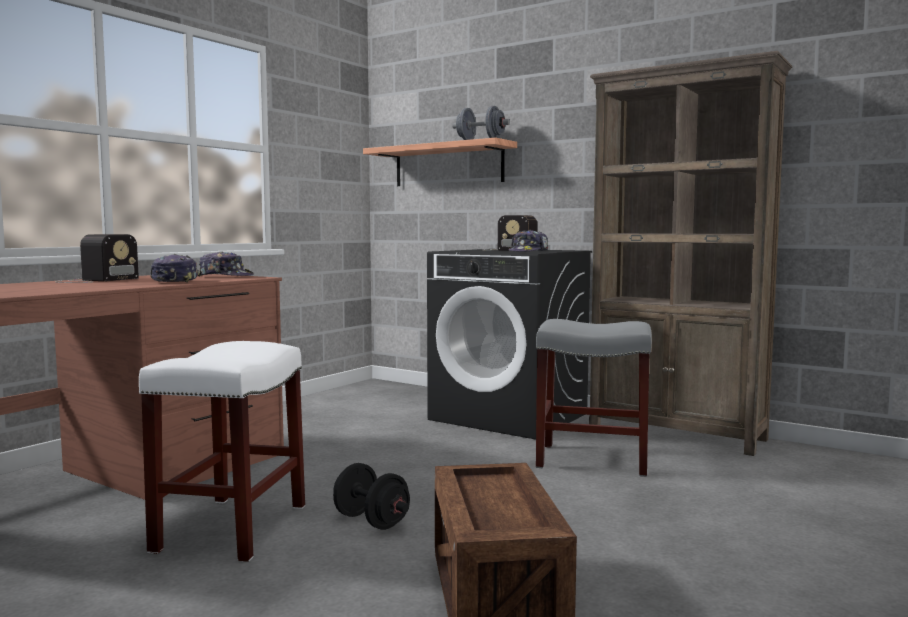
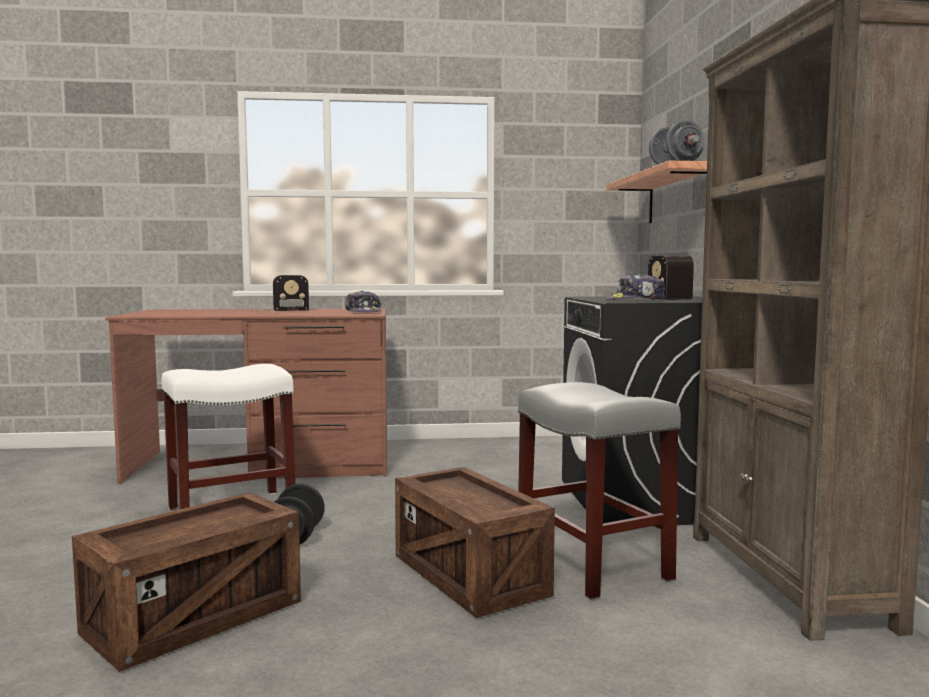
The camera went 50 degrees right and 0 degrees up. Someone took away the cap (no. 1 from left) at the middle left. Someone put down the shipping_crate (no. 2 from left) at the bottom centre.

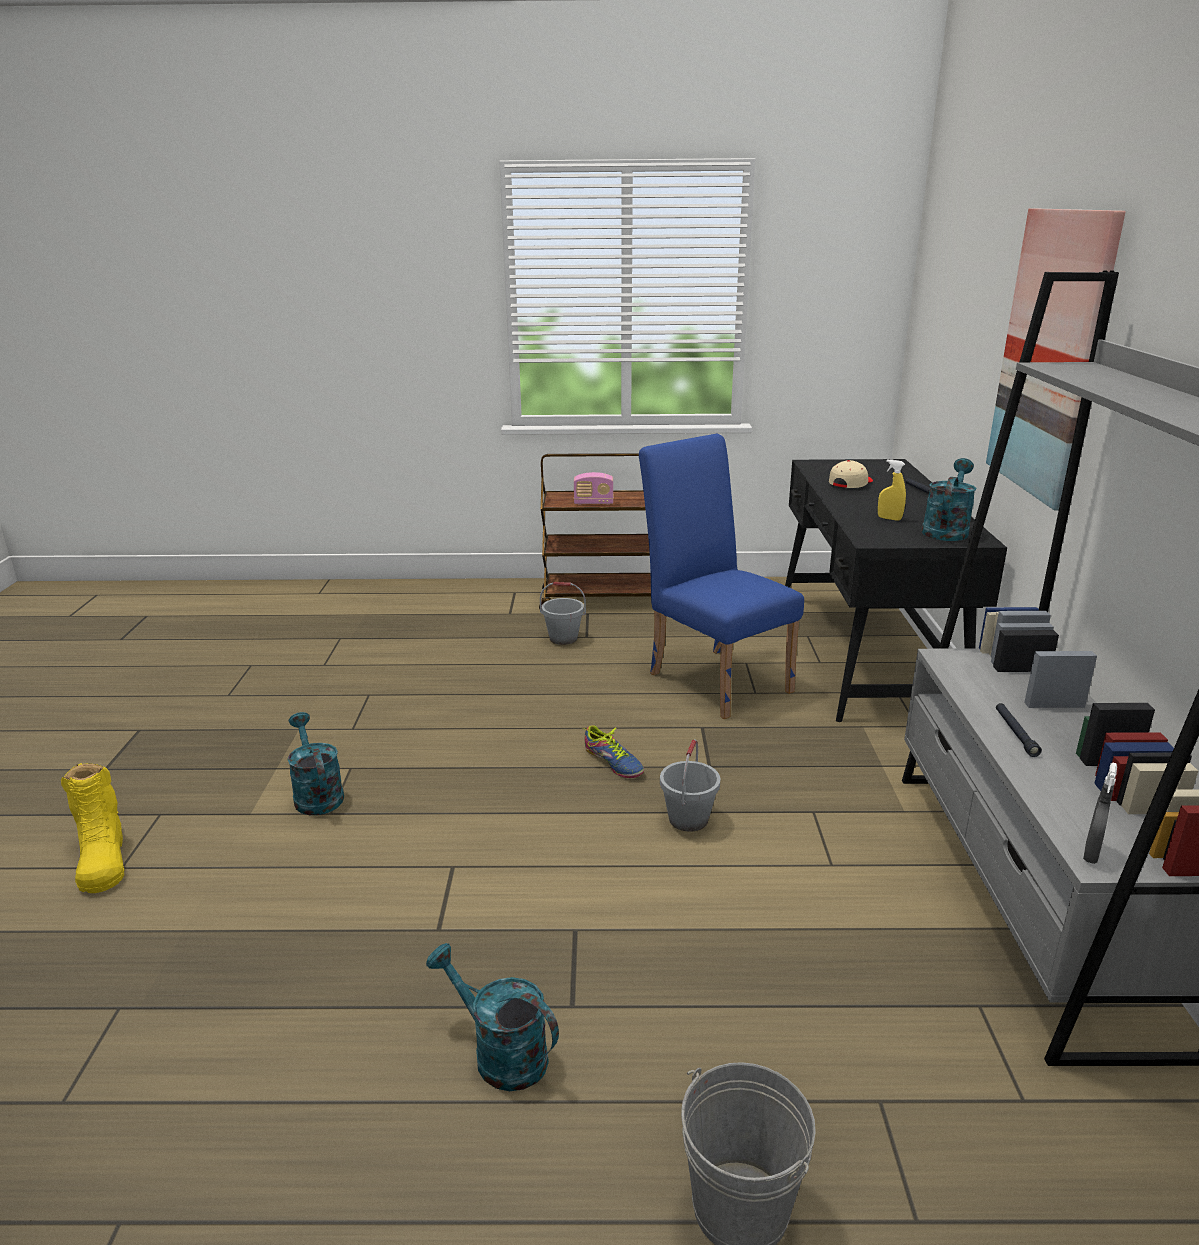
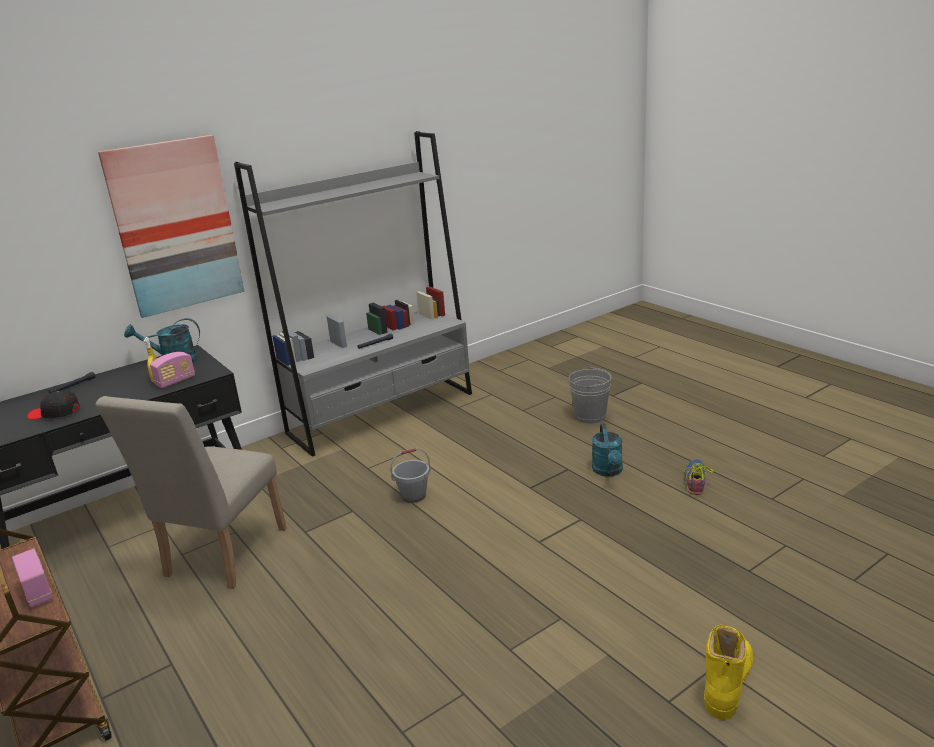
The camera went 125 degrees left and 0 degrees up. Someone took away the turquoise_watering_pot (no. 1 from left) at the middle left. Someone took away the greyish_bucket (no. 1 from left) at the centre. Someone took away the greyish_sprayer at the middle right. Someone put down the radio_receiver (no. 2 from left) at the middle left. Someone carried the low_shoe from the centre to the middle right. Someone repainted the blue_chair at the centre, which became the beige_chair at the middle left. Someone repainted the beige_cap at the middle right, which became the black_cap at the middle left.

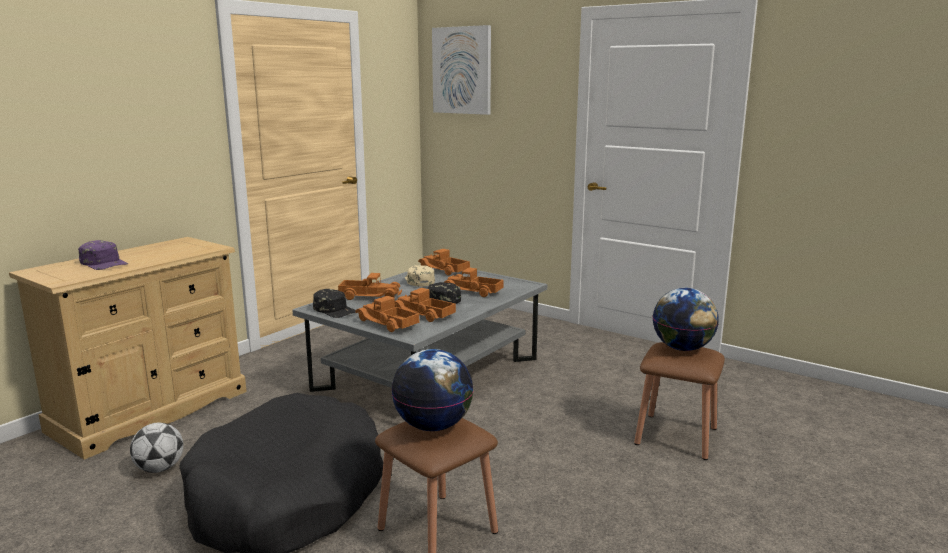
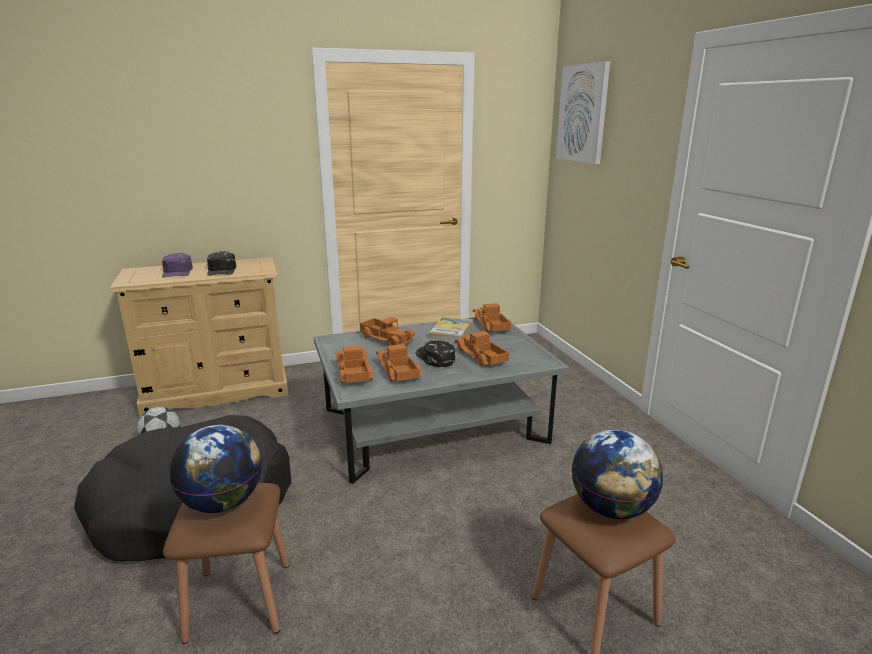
The camera went 35 degrees right and 5 degrees up. Someone carried the black_cap (no. 1 from left) from the centre to the middle left. Someone swapped the beige_cap at the centre for the bound_book at the centre.

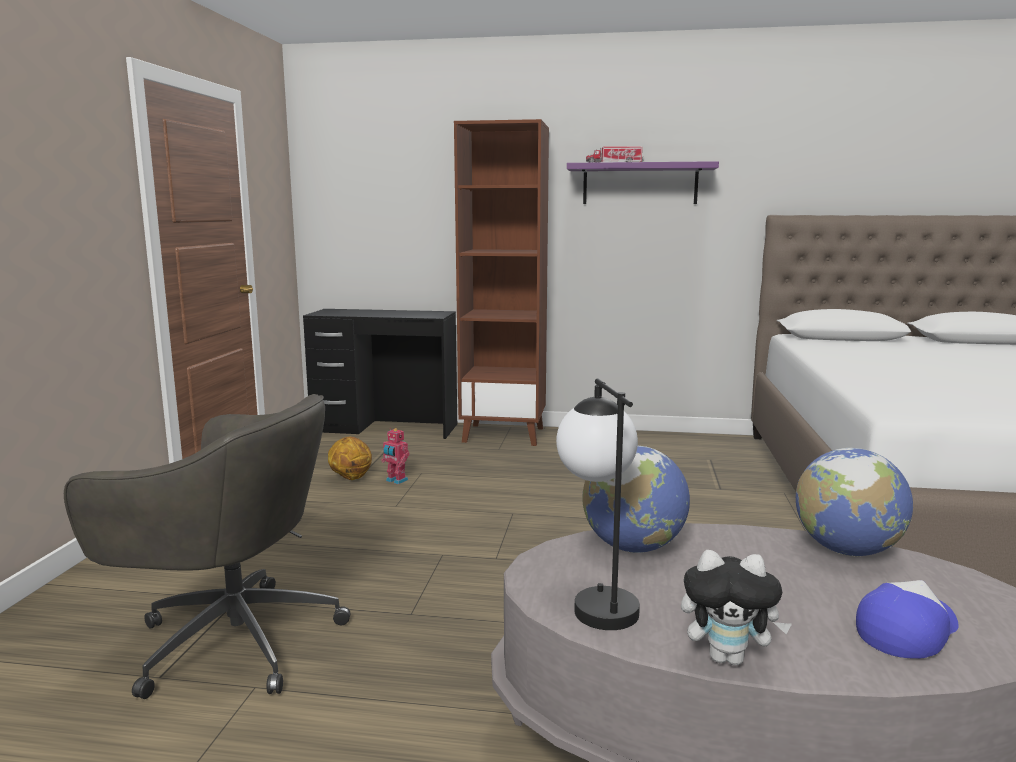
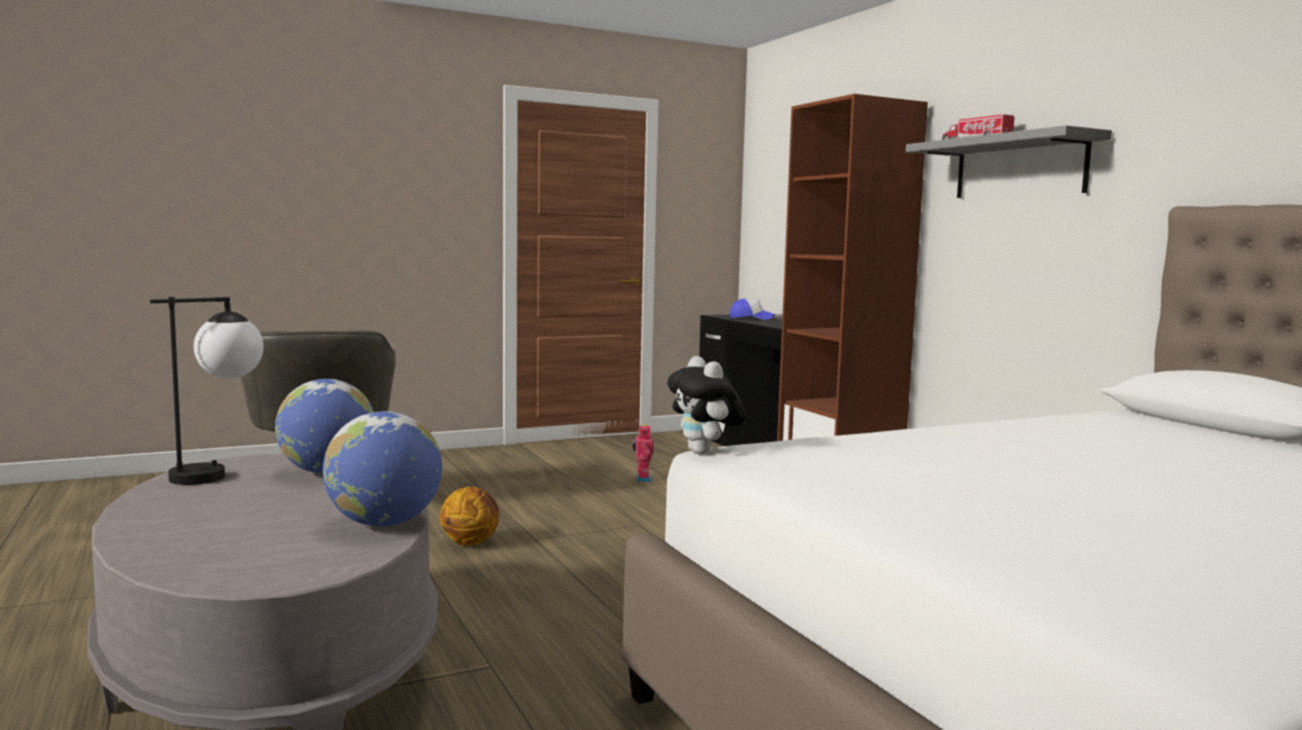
The camera went 55 degrees right and 5 degrees down. Someone carried the basketball_ball from the centre to the bottom centre. Someone carried the plush_toy from the bottom right to the centre. Someone carried the cap from the bottom right to the centre. Someone repainted the purple_shelf at the top centre, which became the greyish_shelf at the top right.

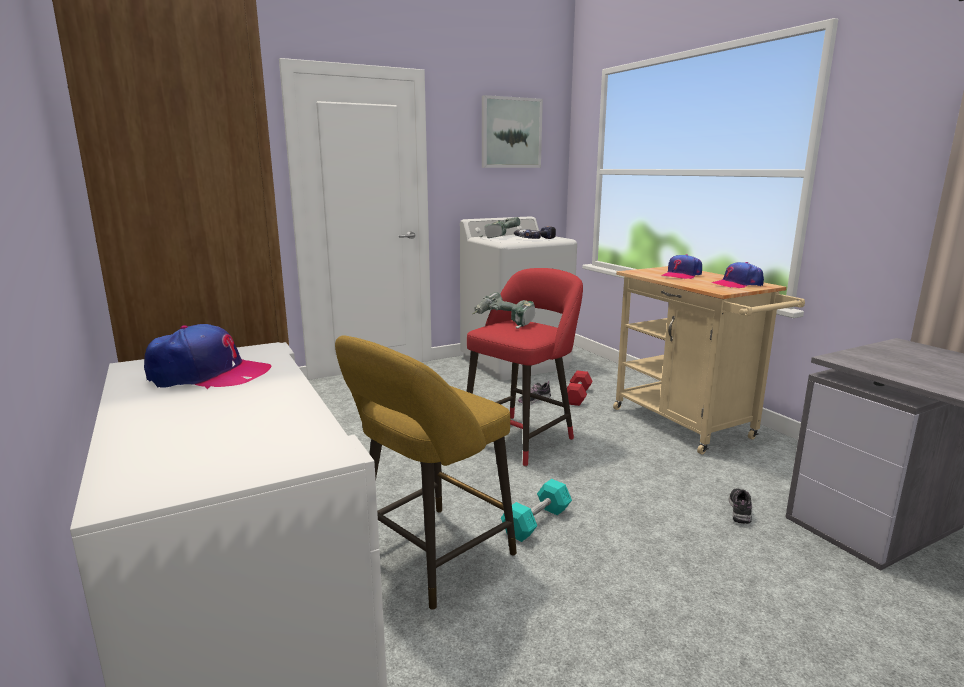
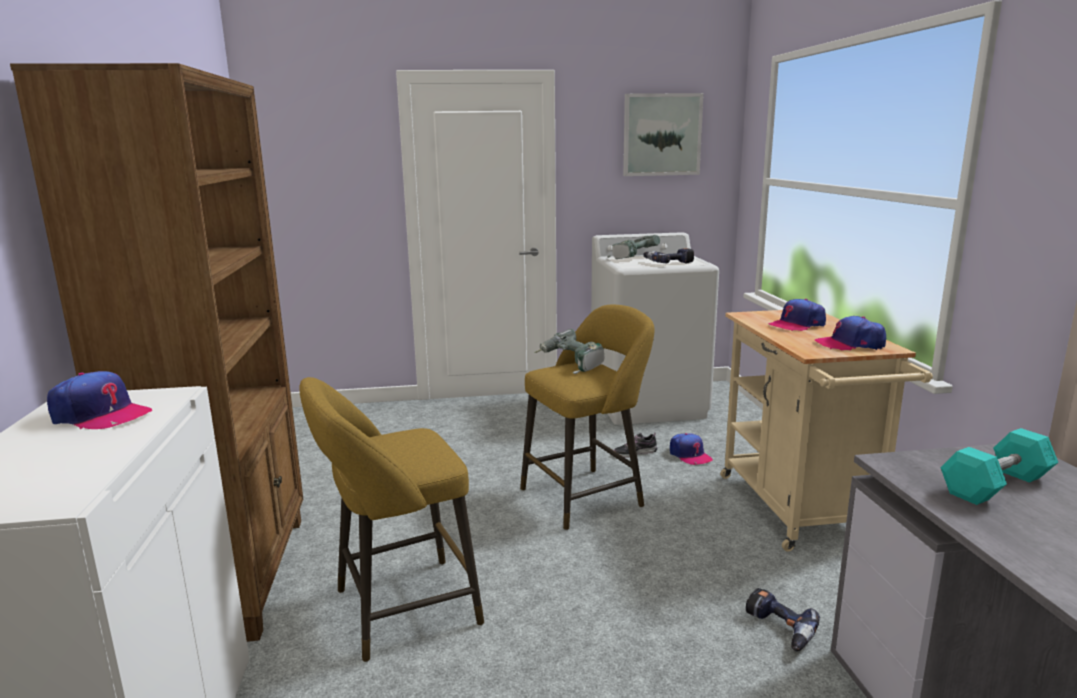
The camera went 20 degrees right and 0 degrees up. Someone carried the turquoise_dumbbell from the bottom centre to the bottom right. Someone swapped the red-coloured_dumbbell at the centre for the cap (no. 2 from left) at the centre. Someone swapped the low_shoe (no. 2 from left) at the bottom right for the drill (no. 4 from left) at the bottom right. Someone repainted the red-coloured_sitting_stool at the centre, which became the yellow-coloured_sitting_stool (no. 2 from left) at the centre.

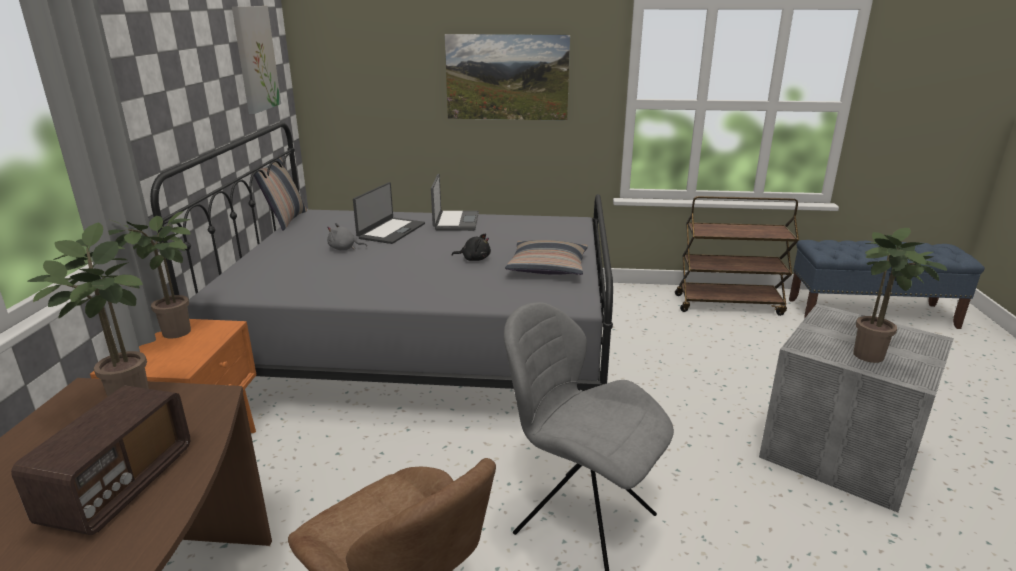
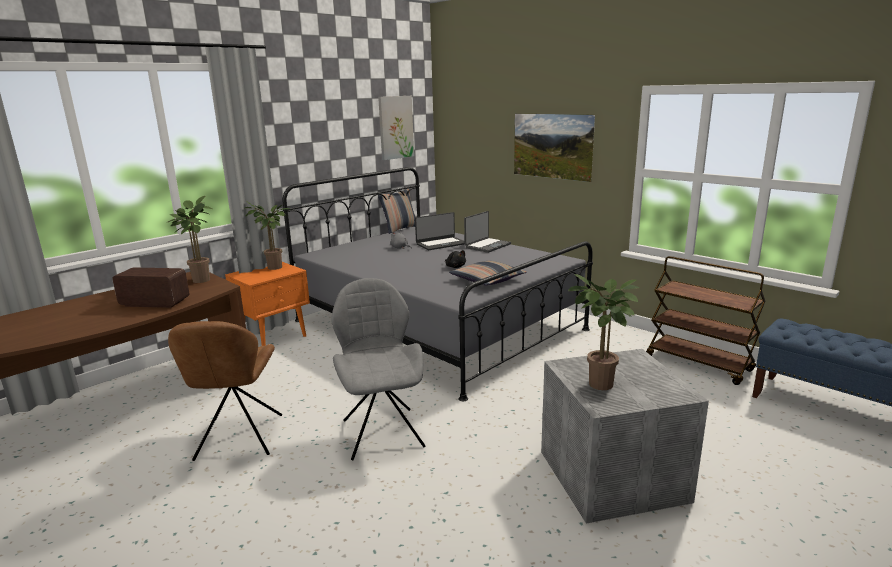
The camera went 40 degrees right and 5 degrees down. Someone rotated the radio_receiver at the bottom left by 135 degrees counterclockwise.

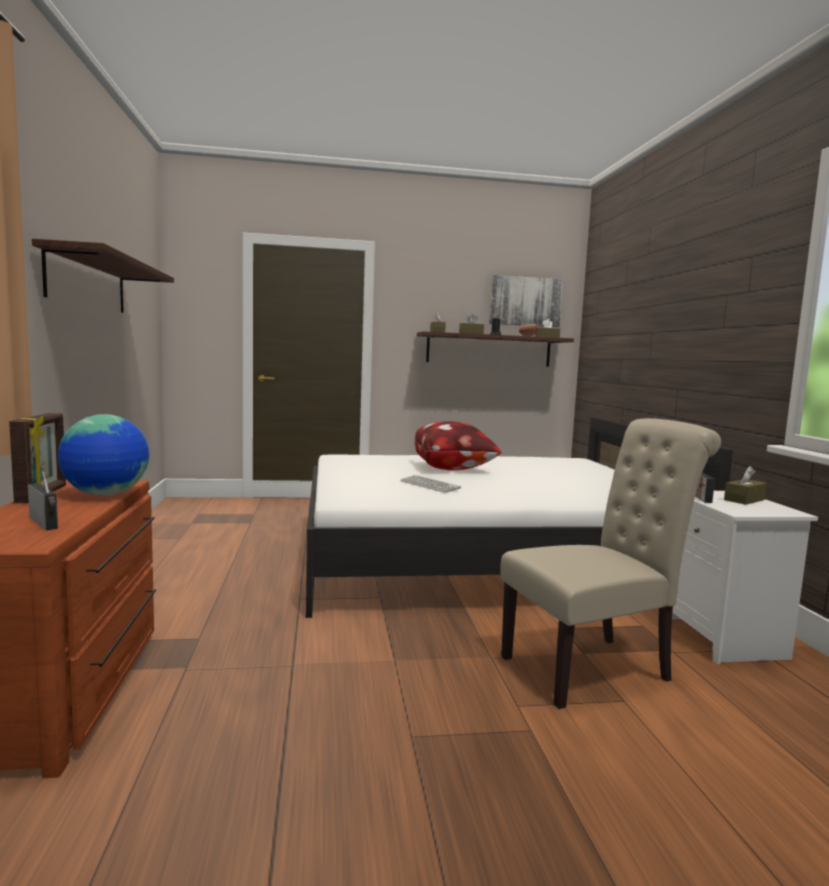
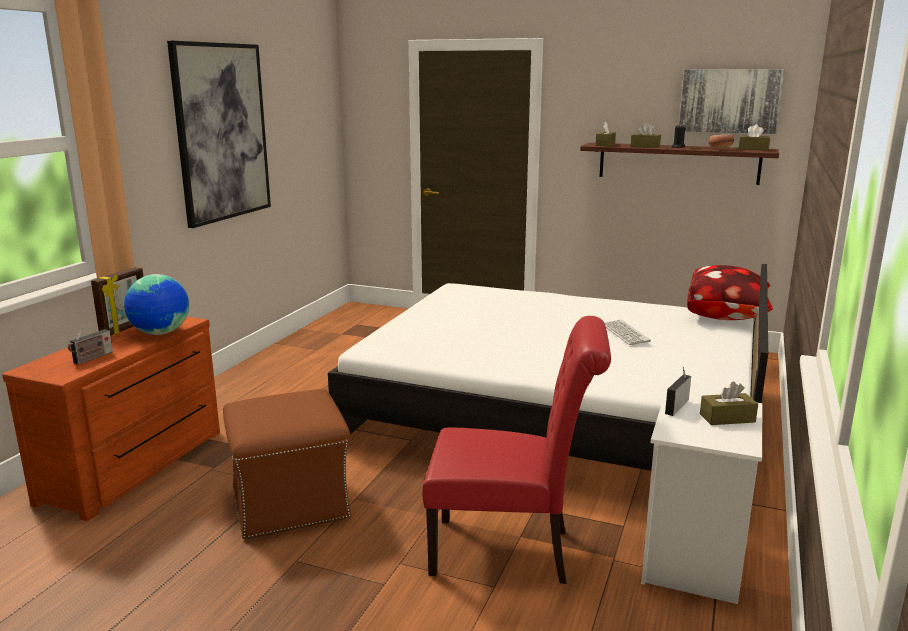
The camera went 30 degrees right and 10 degrees up. Someone put down the brown-coloured_footrest at the bottom left. Someone carried the PC_keyboard from the centre to the middle right. Someone carried the cushion from the centre to the middle right. Someone swapped the shelf (no. 1 from left) at the top left for the picture (no. 1 from left) at the top left. Someone repainted the beige_chair at the middle right, which became the red-coloured_chair at the bottom centre. Someone rotated the radio_receiver (no. 1 from left) at the middle left by 45 degrees clockwise.

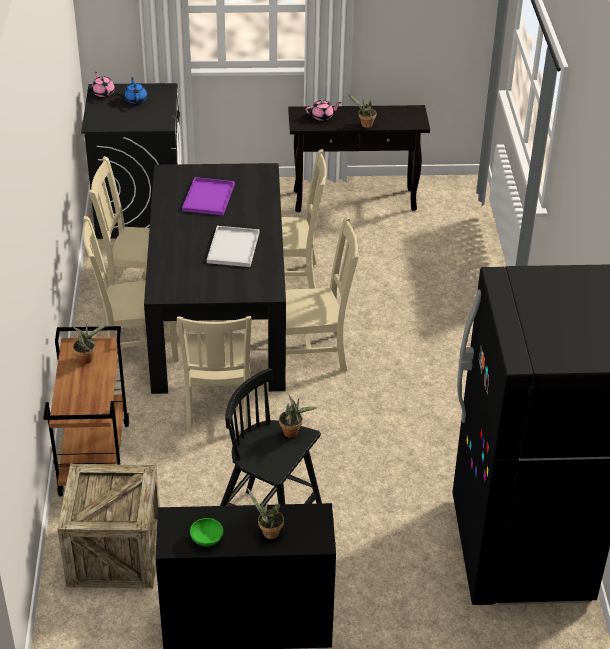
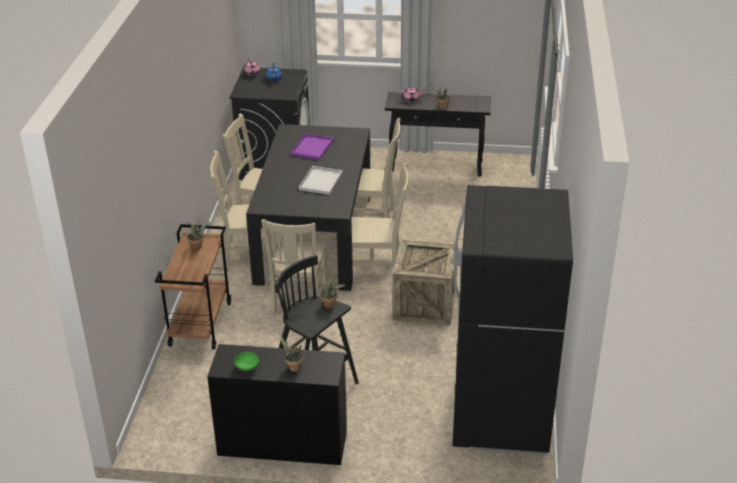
The camera went 10 degrees right and 5 degrees down. Someone carried the shipping_crate from the bottom left to the centre.

